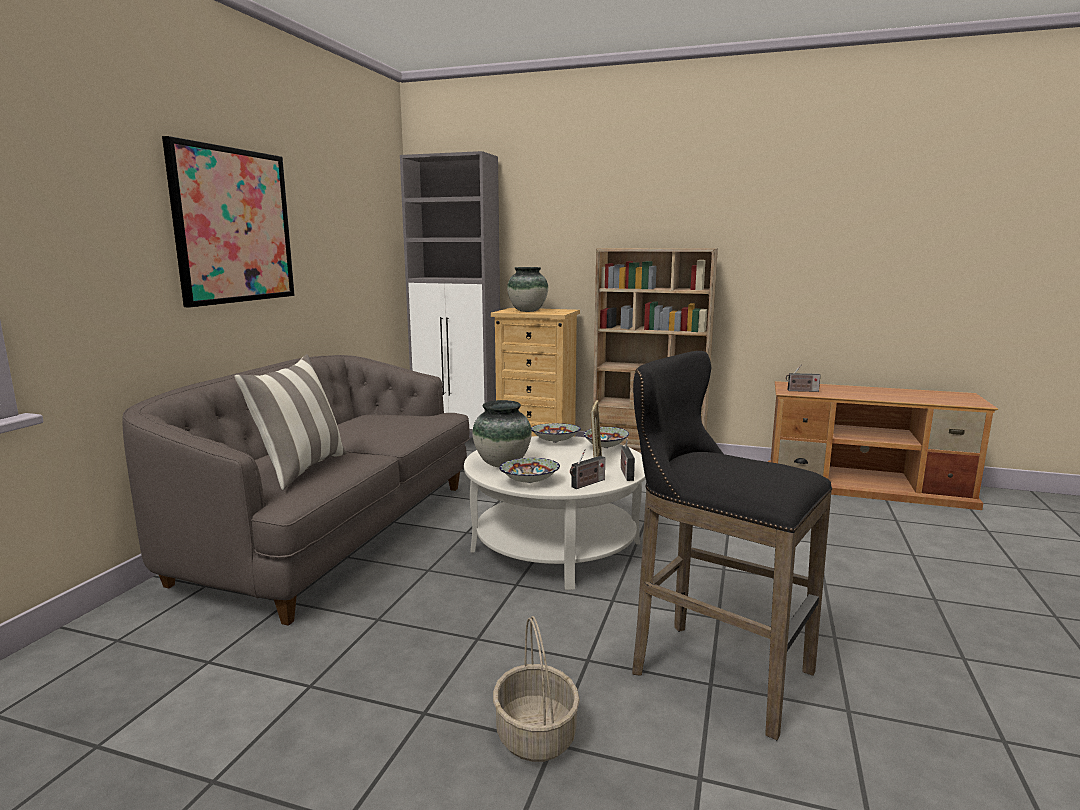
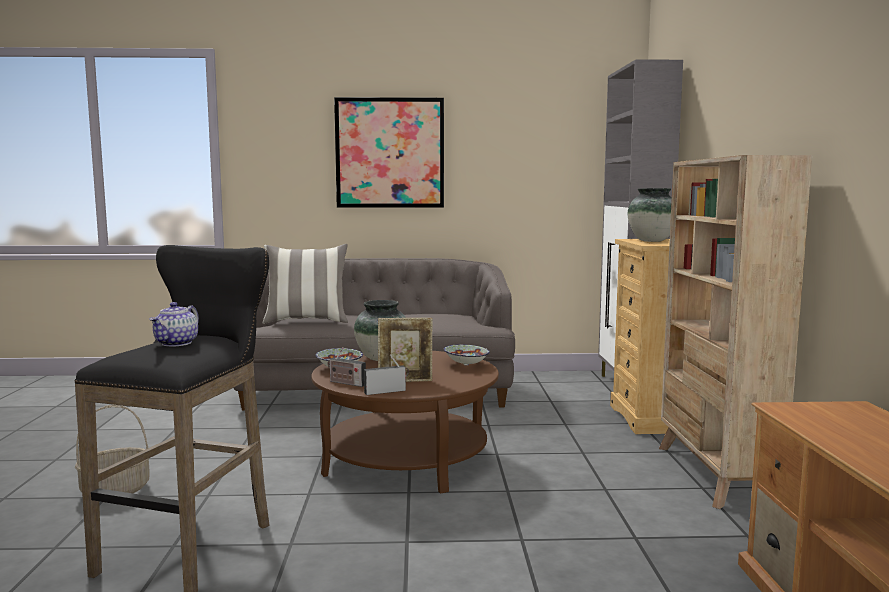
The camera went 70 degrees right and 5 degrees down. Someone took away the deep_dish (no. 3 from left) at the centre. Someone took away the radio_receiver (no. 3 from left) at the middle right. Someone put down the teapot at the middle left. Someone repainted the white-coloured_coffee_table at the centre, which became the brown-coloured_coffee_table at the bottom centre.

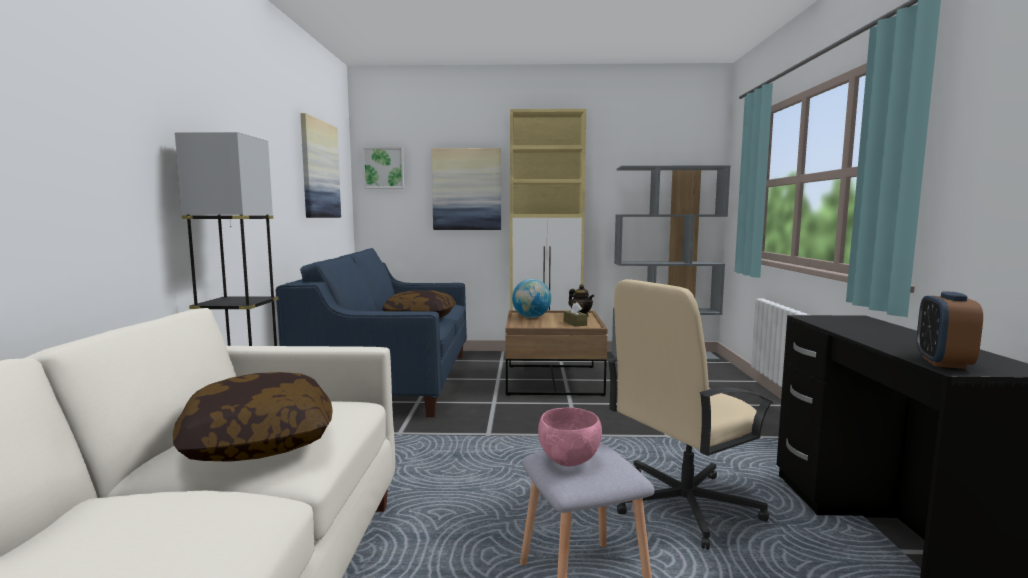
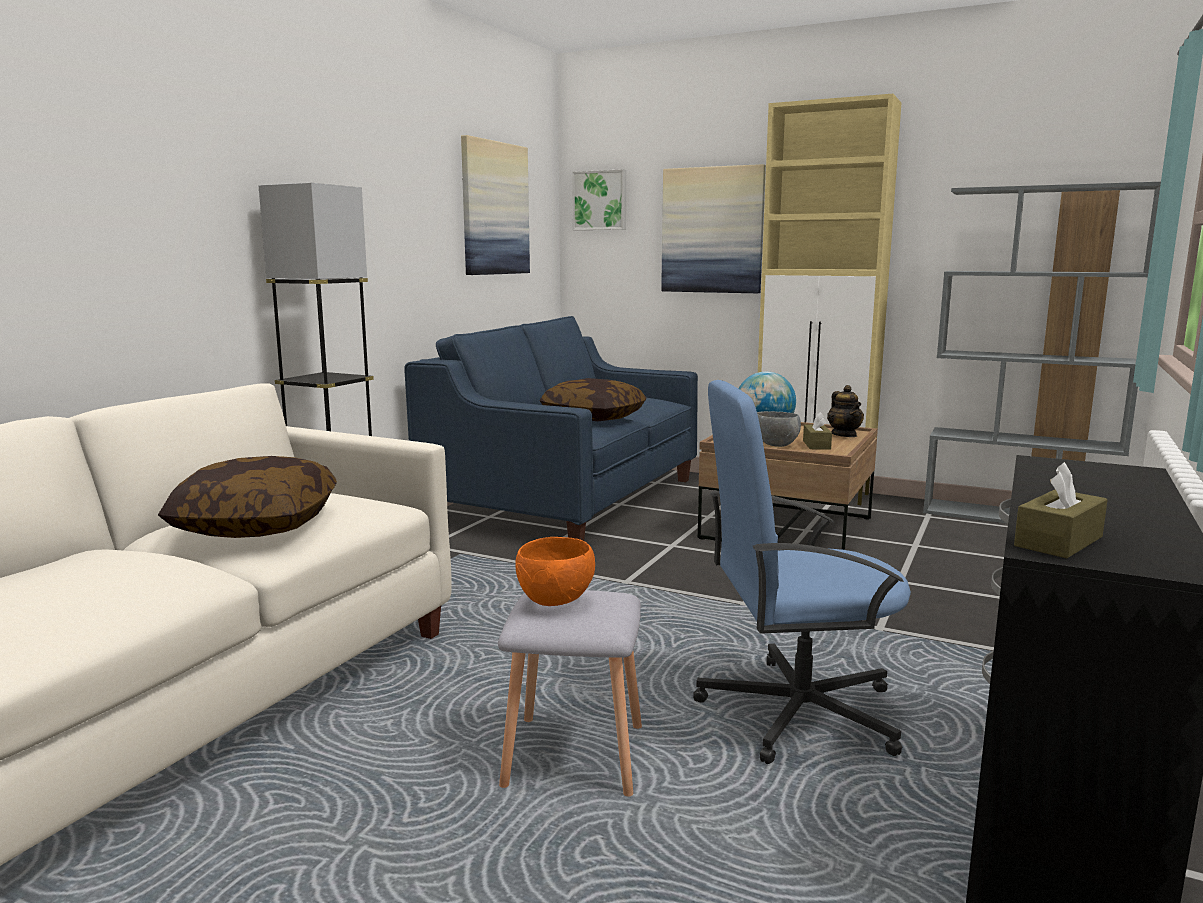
The camera went 25 degrees right and 5 degrees up. Someone put down the greyish_deep_dish at the centre. Someone swapped the table_clock at the middle right for the brown-coloured_tissue_box (no. 2 from left) at the middle right. Someone repainted the pinkish_deep_dish at the bottom centre, which became the orange-coloured_deep_dish at the centre. Someone repainted the beige_computer_chair at the bottom right, which became the blue_computer_chair at the middle right.

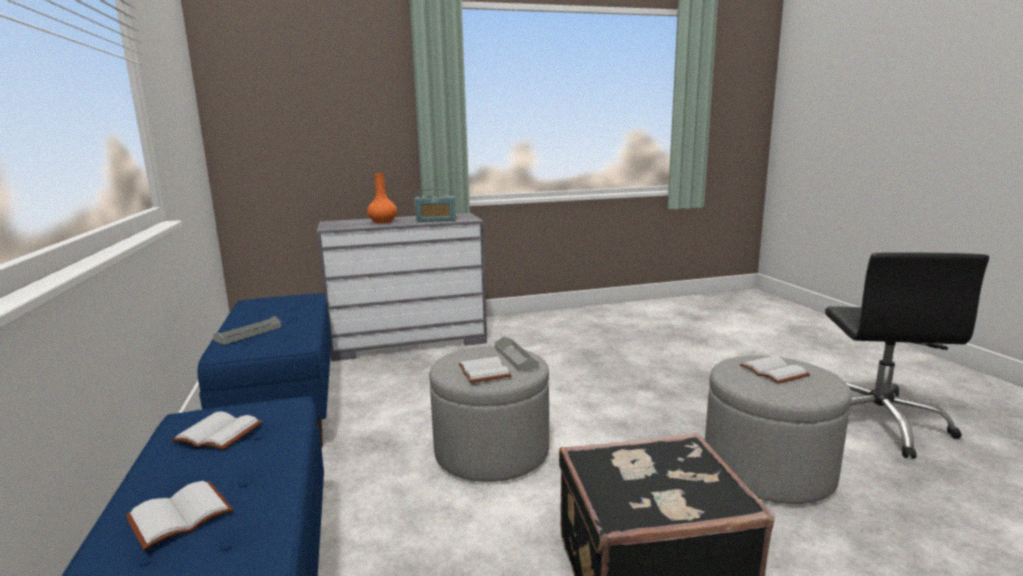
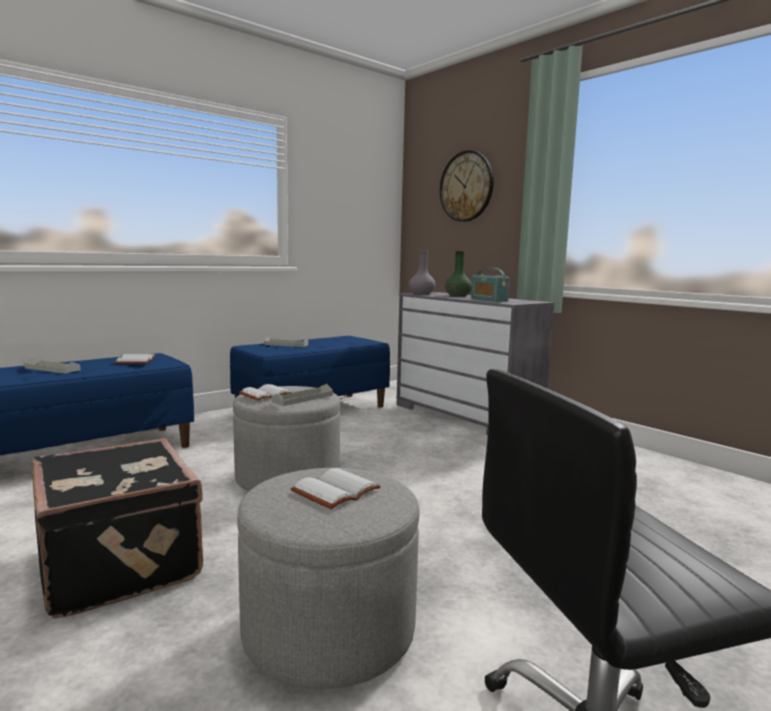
The camera went 65 degrees right and 5 degrees down. Someone put down the greyish_flower_vase at the centre. Someone put up the hanging_clock at the top centre. Someone swapped the white-coloured_bound_book (no. 1 from left) at the bottom left for the greyish_serving_tray (no. 1 from left) at the middle left. Someone repainted the orange-coloured_flower_vase at the centre, which became the greenish_flower_vase at the centre.

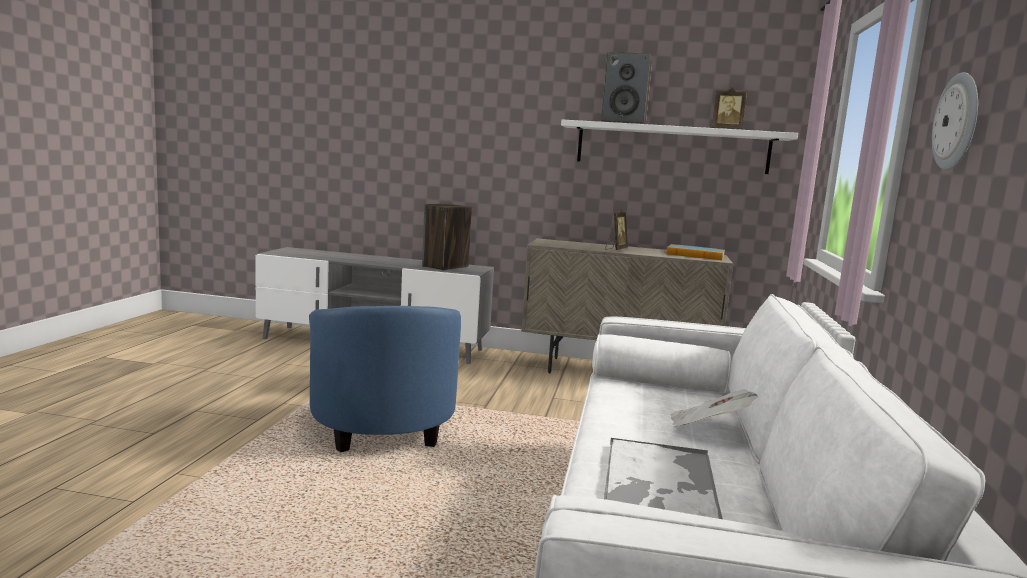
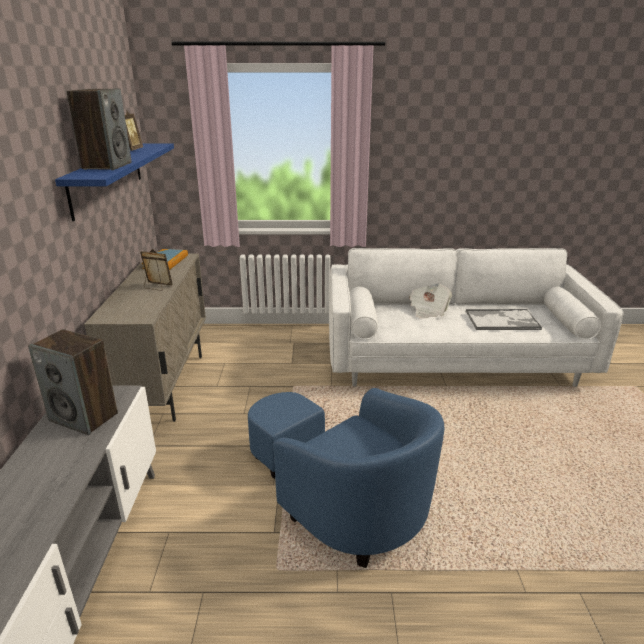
The camera went 100 degrees left and 15 degrees up. Someone took away the hanging_clock at the top right. Someone repainted the white-coloured_shelf at the top centre, which became the blue_shelf at the top left. Someone rotated the blue_lounge_chair at the centre by 75 degrees clockwise.

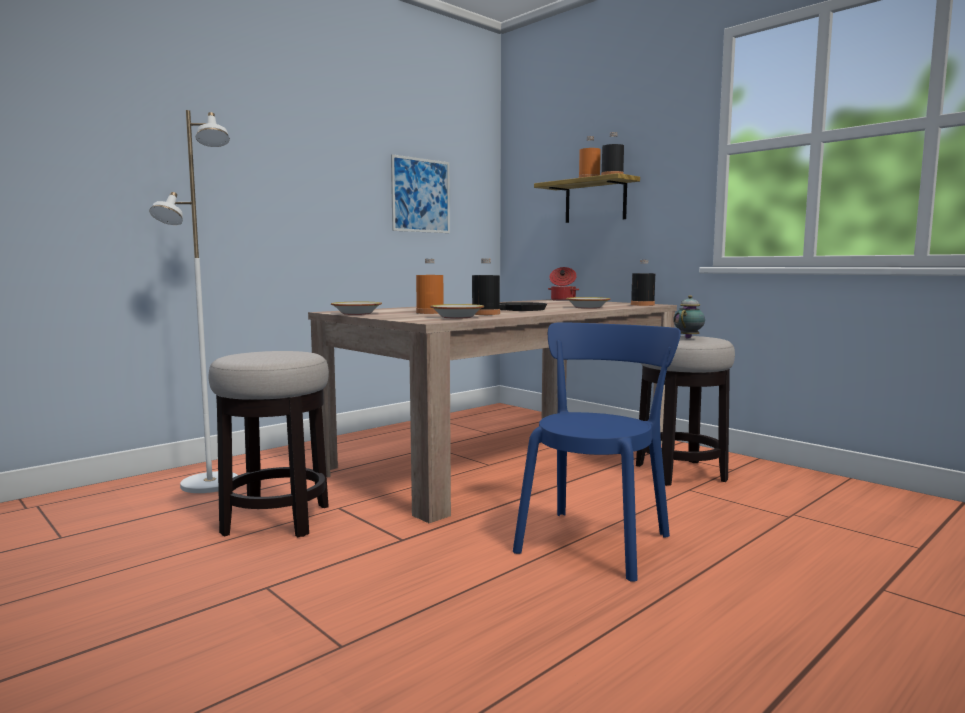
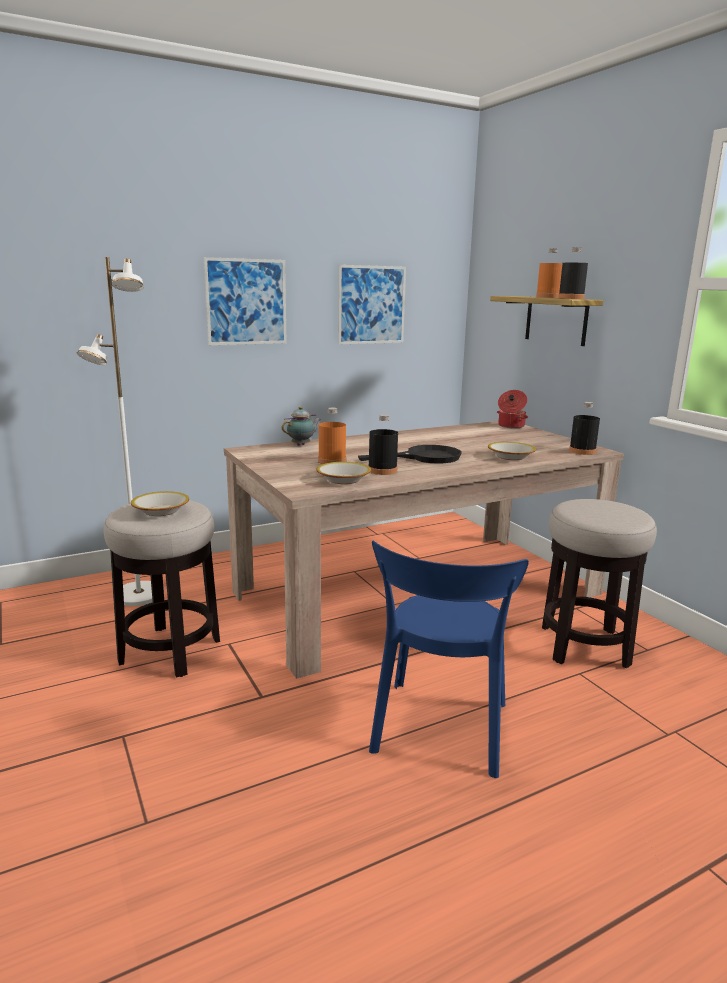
The camera went 15 degrees right and 10 degrees up. Someone put up the picture (no. 1 from left) at the top centre. Someone carried the deep_dish (no. 1 from left) from the centre to the middle left. Someone carried the teapot from the middle right to the centre. Someone rotated the blue_chair at the centre by 150 degrees clockwise.

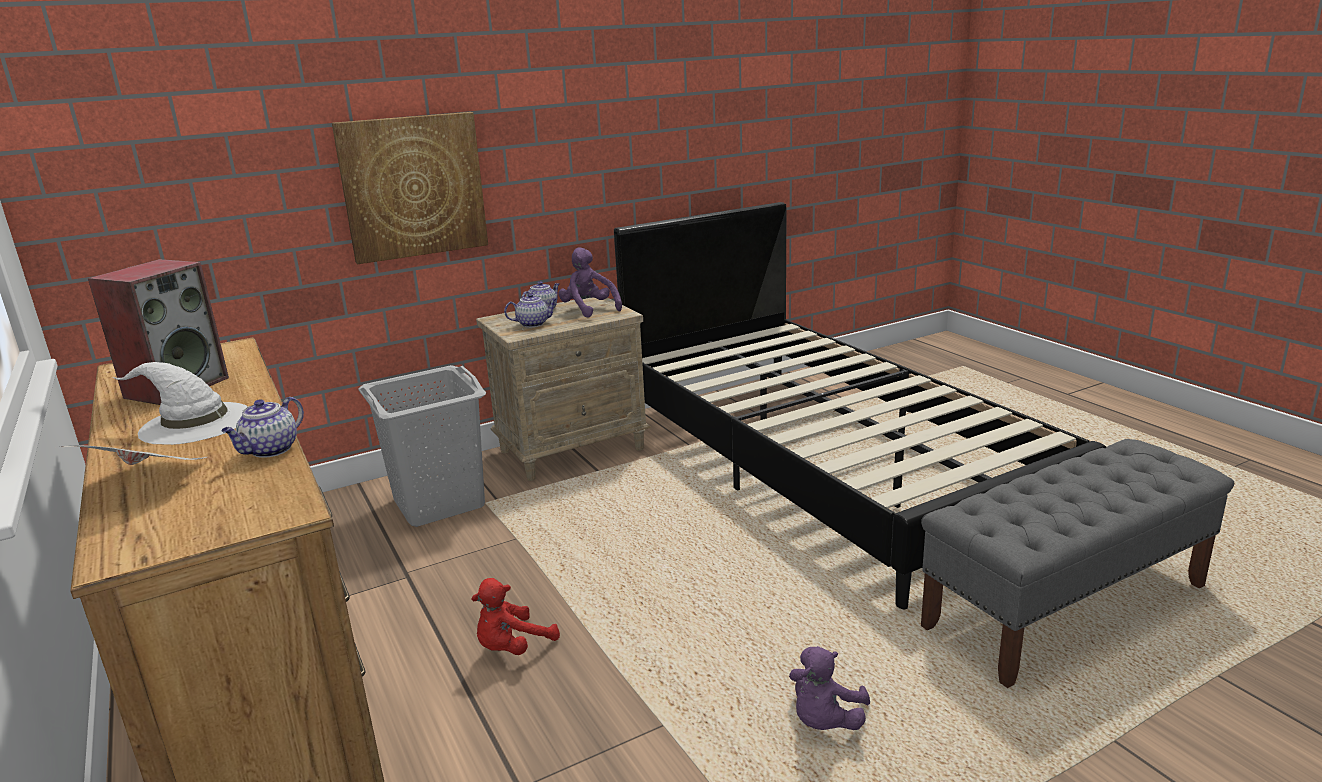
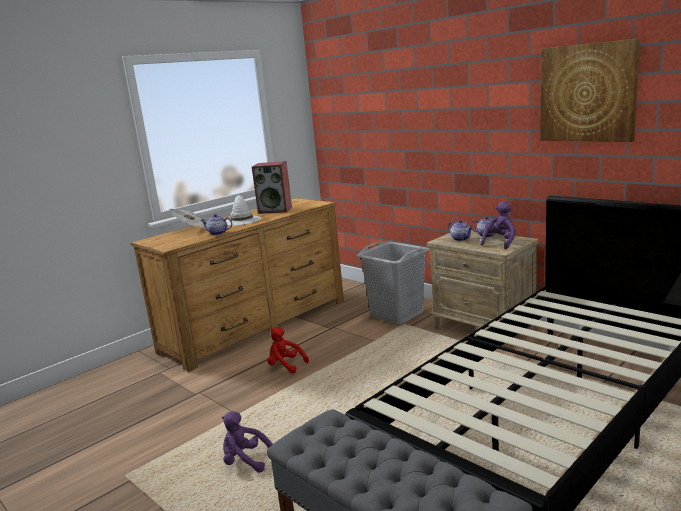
The camera went 75 degrees right and 5 degrees down. Someone carried the picture from the top left to the top right.

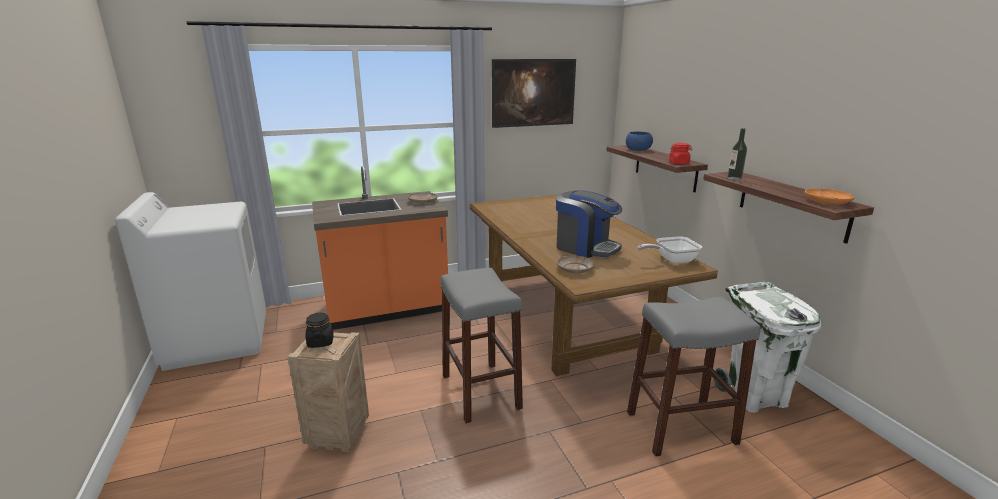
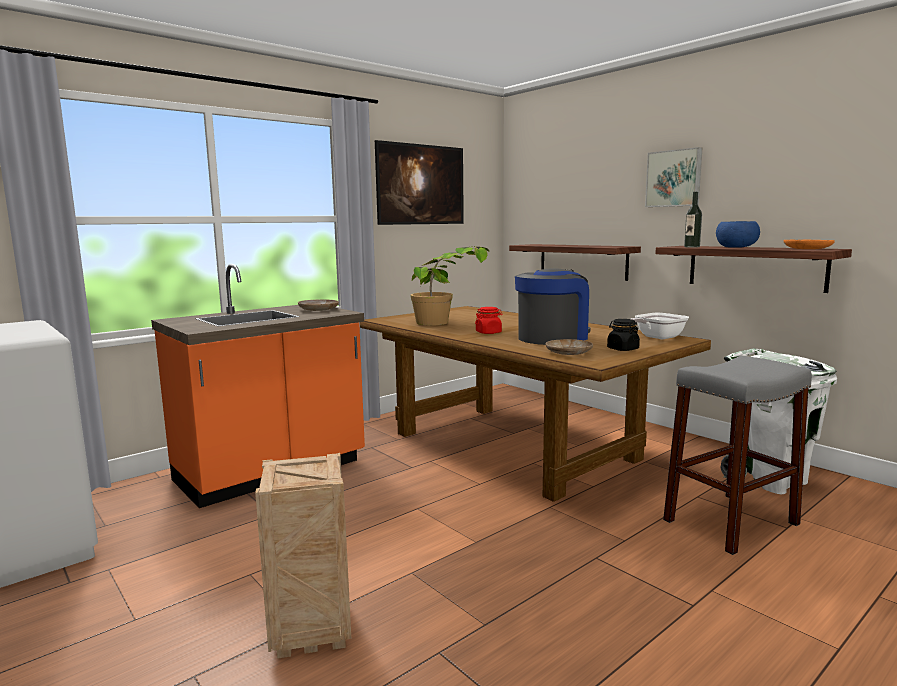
The camera went 20 degrees left and 10 degrees down. Someone took away the greyish_sitting_stool (no. 1 from left) at the bottom centre. Someone put down the houseplant at the centre. Someone put up the picture (no. 2 from left) at the top right. Someone carried the black_preserve_jar from the middle left to the middle right. Someone carried the blue_deep_dish from the top centre to the middle right. Someone carried the red-coloured_preserve_jar from the top right to the centre. Someone rotated the coffee_machine at the centre by 60 degrees counterclockwise.

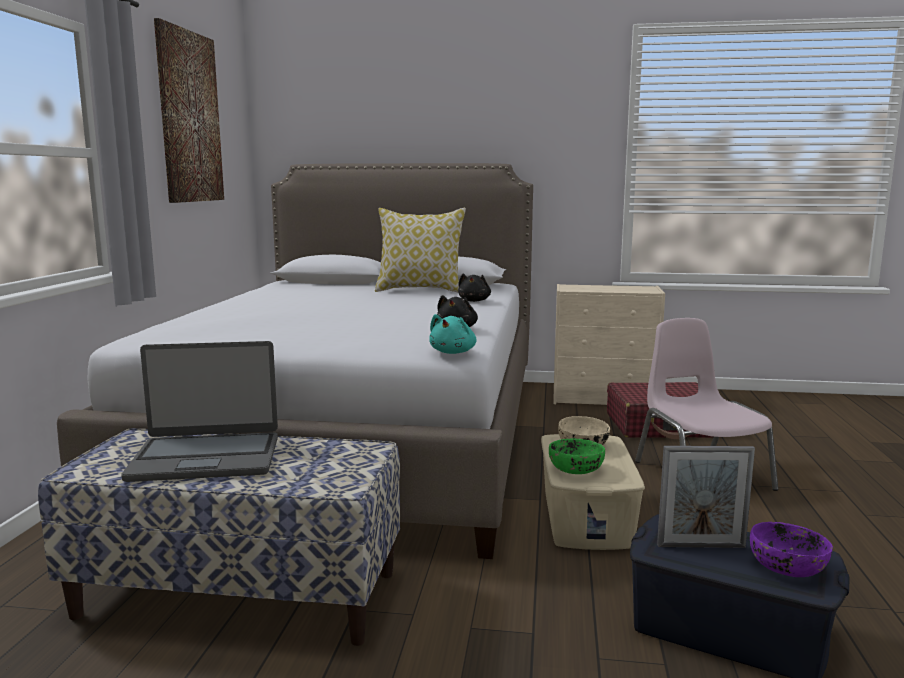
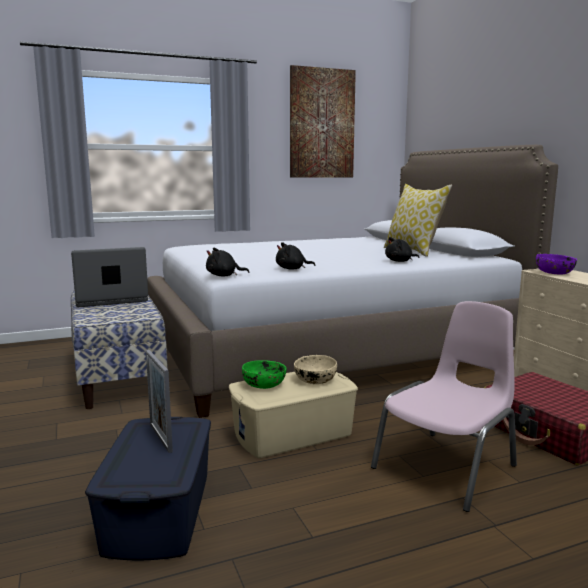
The camera went 60 degrees right and 0 degrees up. Someone carried the purple_deep_dish from the bottom right to the middle right. Someone repainted the turquoise_plush_toy at the centre, which became the black_plush_toy (no. 1 from left) at the centre. Someone rotated the portable_computer at the middle left by 105 degrees clockwise.

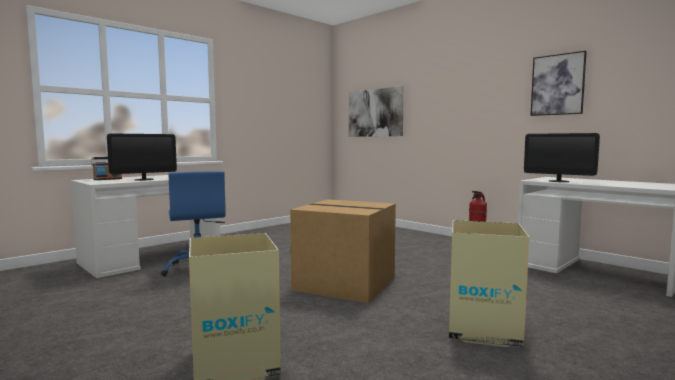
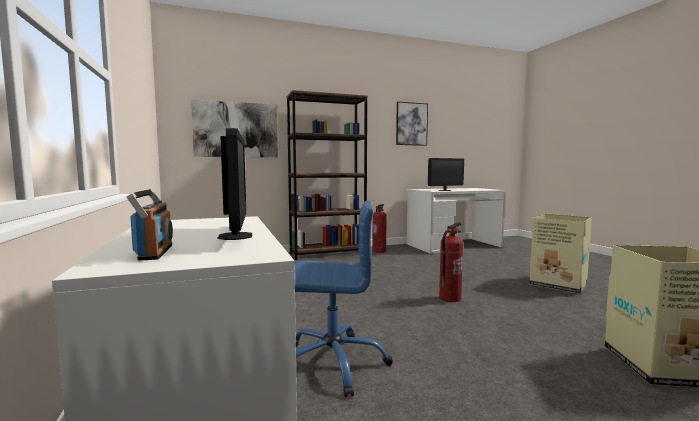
The camera went 65 degrees left and 0 degrees up. Someone put down the brown-coloured_bookshelf at the centre. Someone swapped the packing_box (no. 2 from left) at the centre for the fire-fighting_cylinder (no. 2 from left) at the centre.

